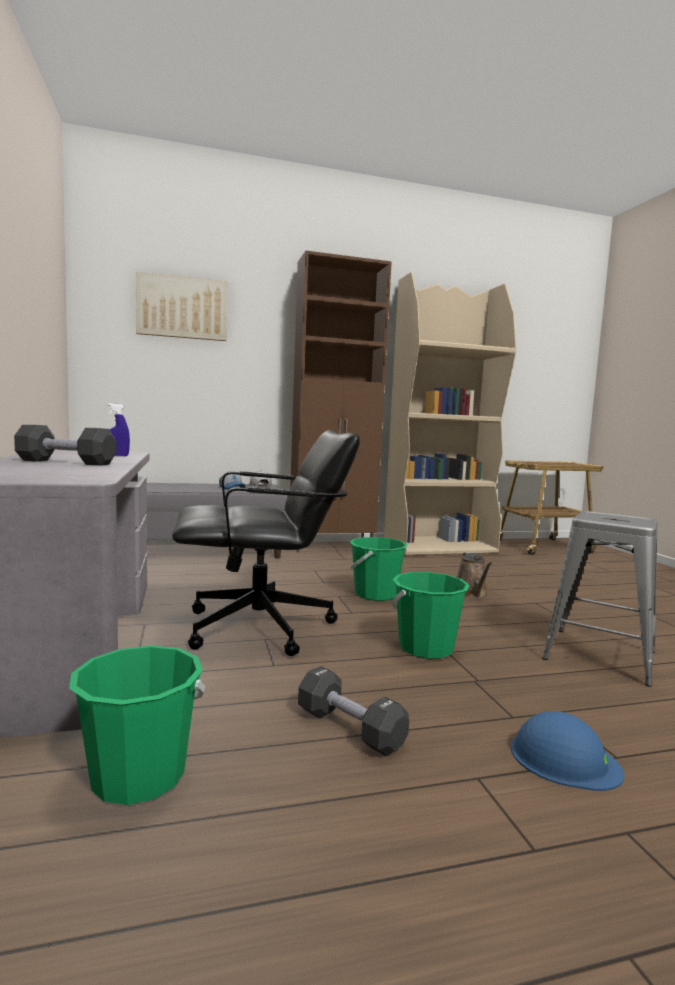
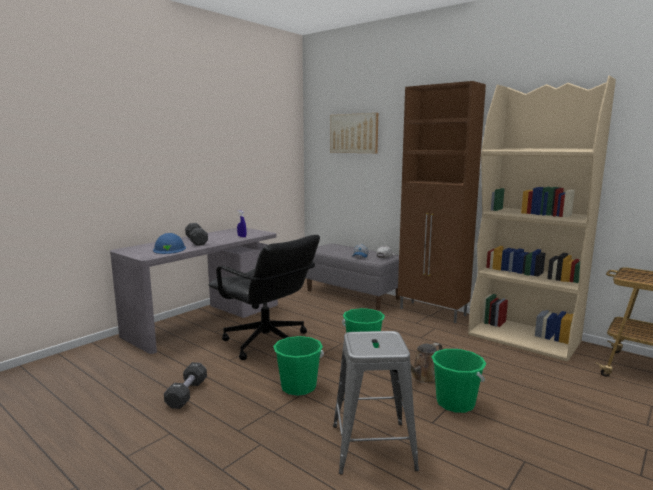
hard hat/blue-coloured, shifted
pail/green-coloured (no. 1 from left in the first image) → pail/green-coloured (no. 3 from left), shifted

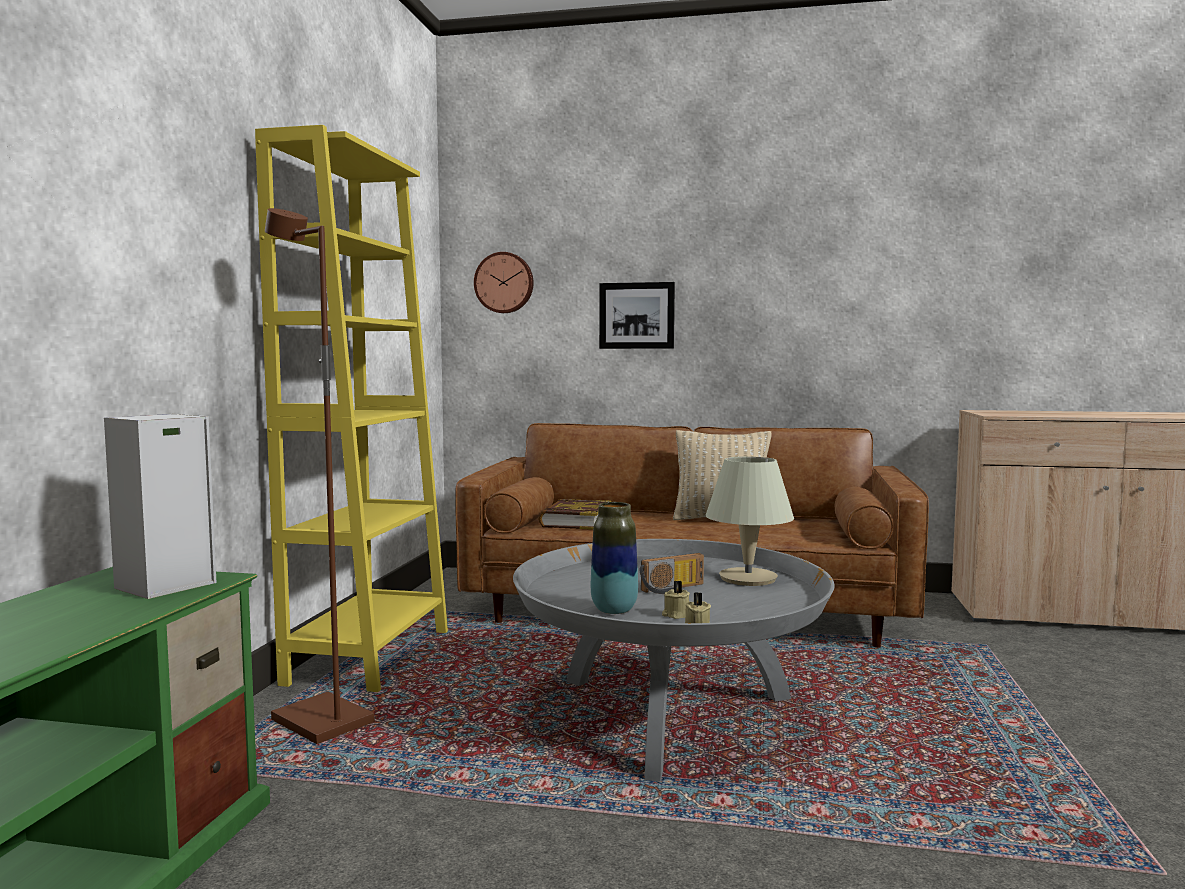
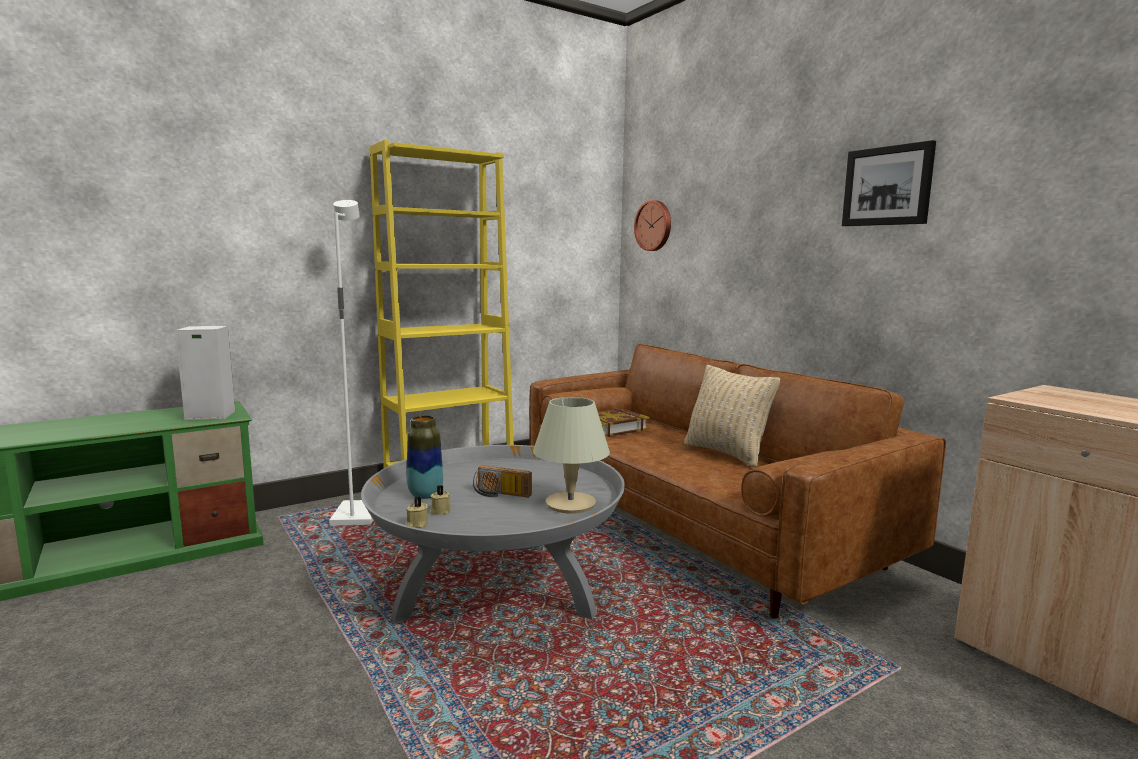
standing lamp/brown-coloured → standing lamp/white
wall art, shifted

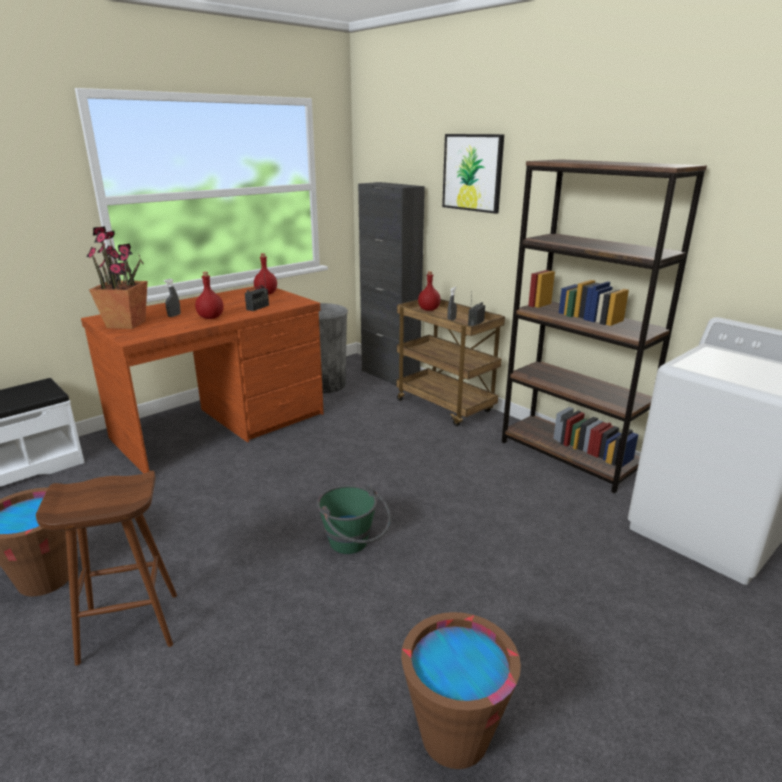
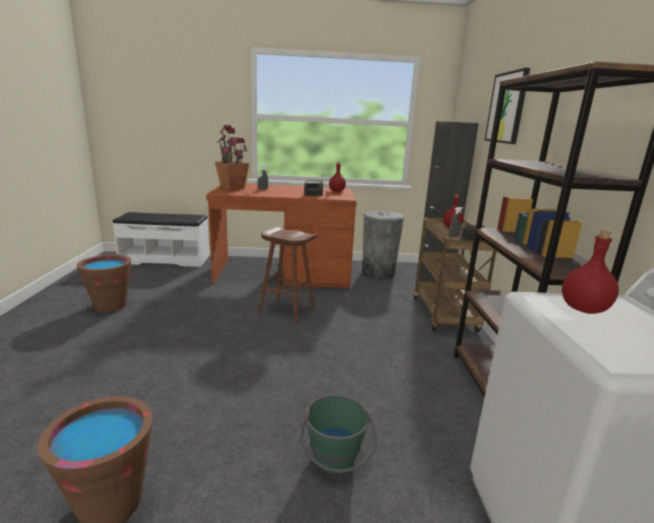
sitting stool/brown-coloured, shifted
pail/green-coloured, shifted
beverage bottle/reddish (no. 1 from left in the first image) → beverage bottle/reddish (no. 3 from left), shifted

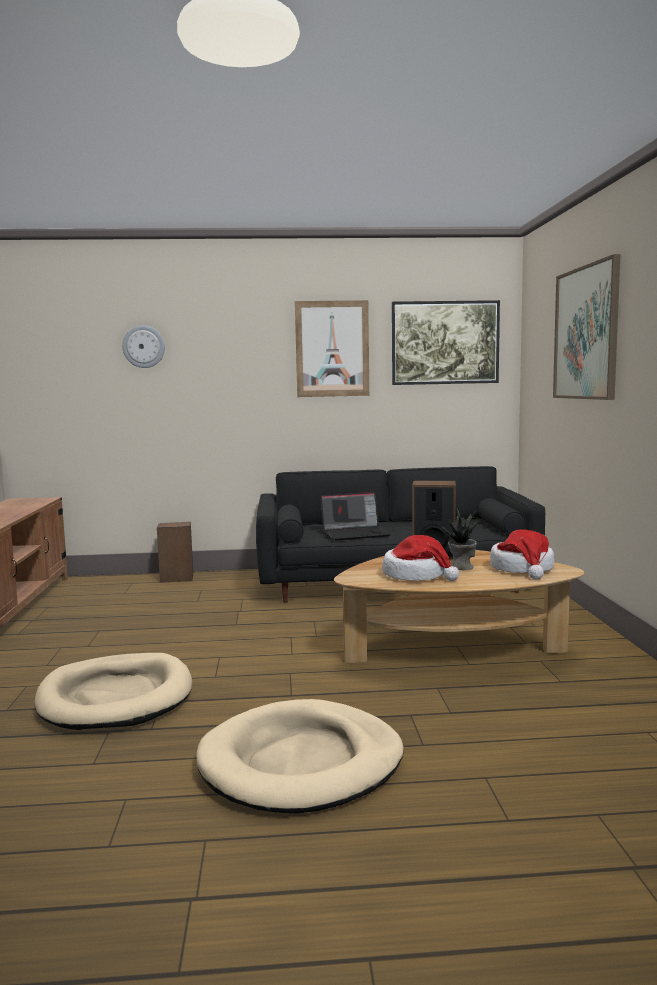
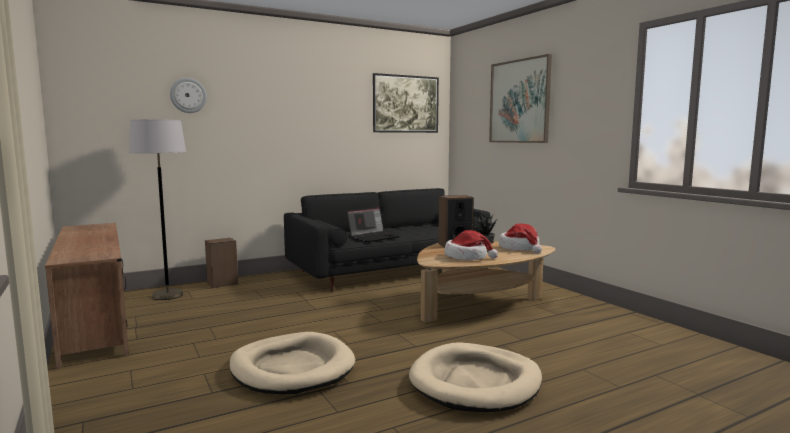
- → standing lamp/grey
wall art (no. 1 from left) → -

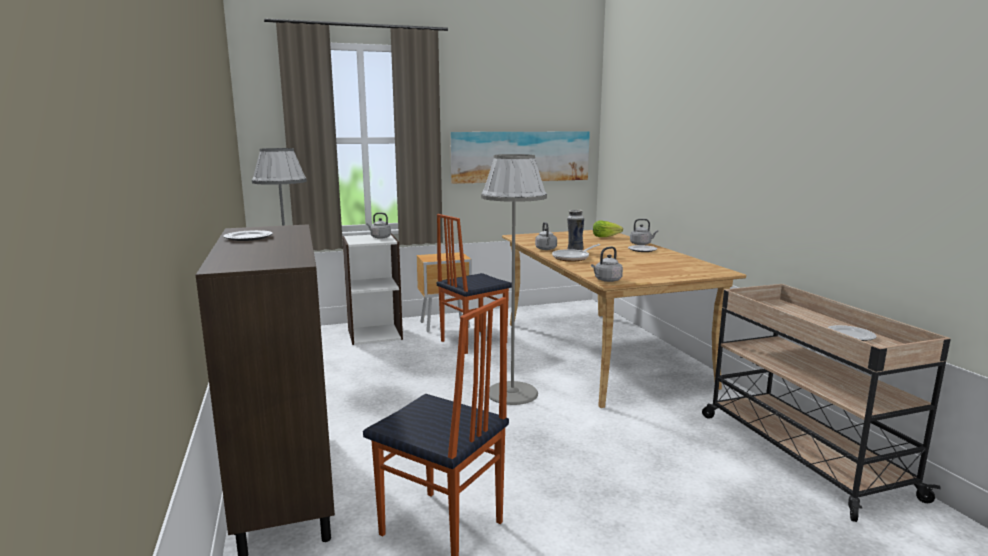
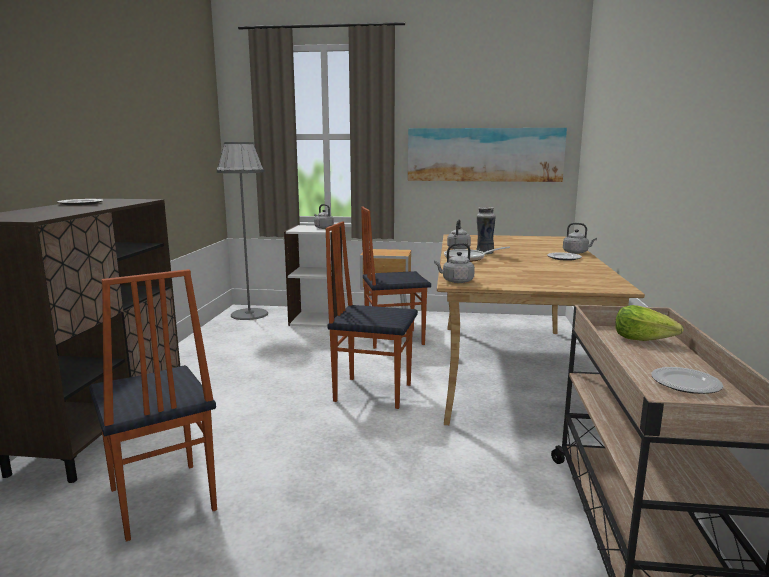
standing lamp/grey (no. 2 from left) → chair (no. 2 from left)
lettuce, shifted

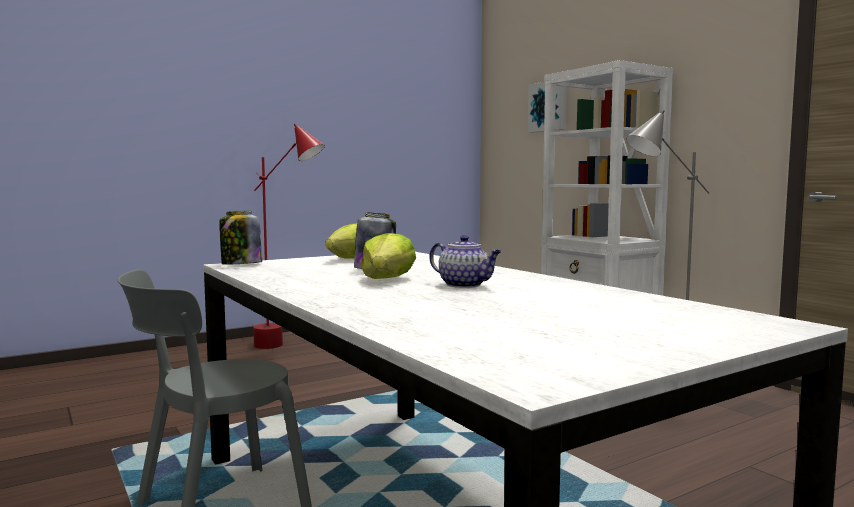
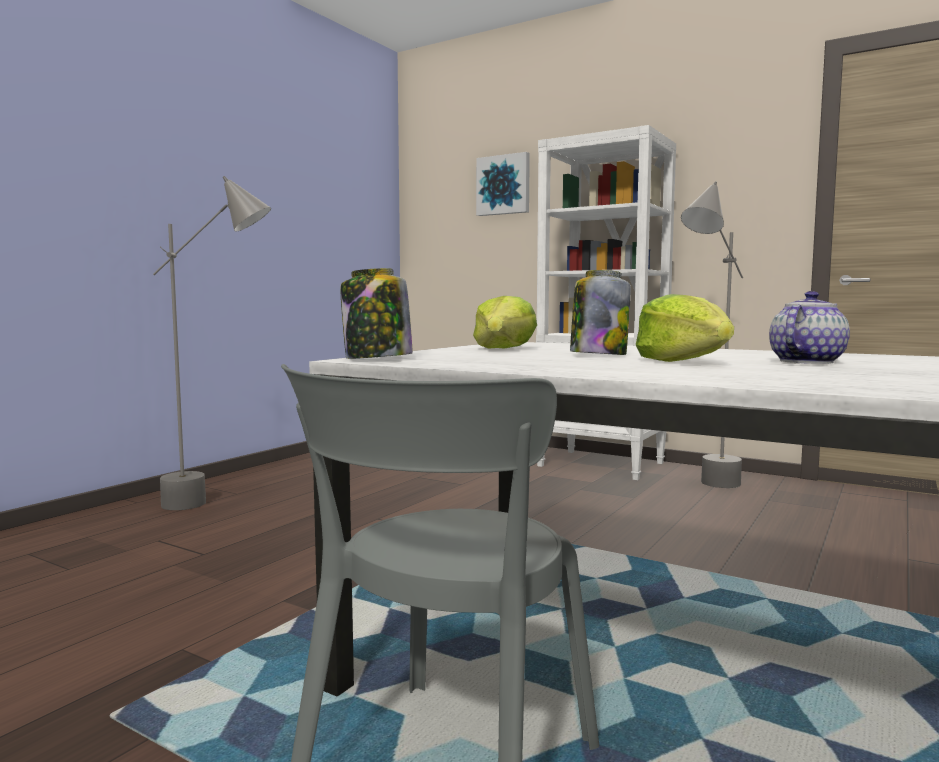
standing lamp/reddish → standing lamp/grey (no. 1 from left)
teapot, 60 degrees counterclockwise

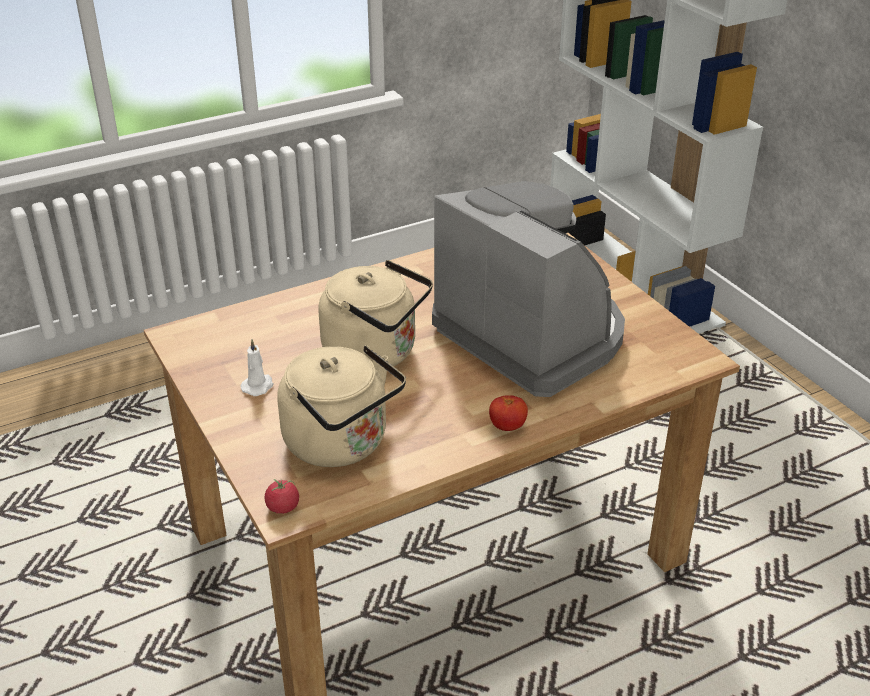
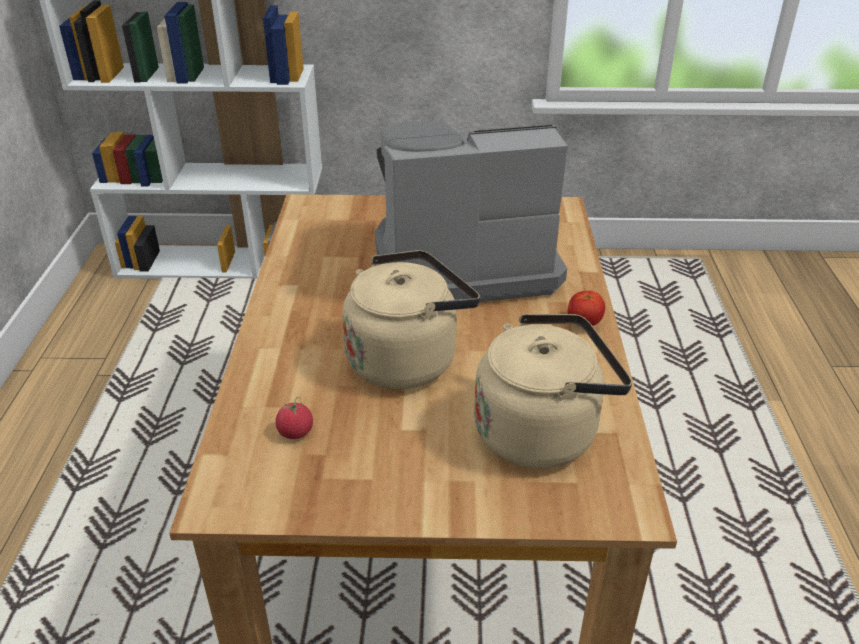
fresh tomato (no. 1 from left), shifted
wax light/white → -

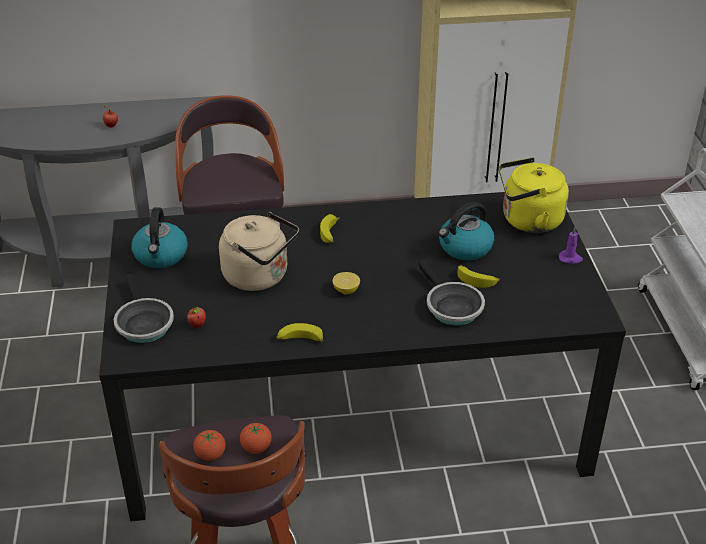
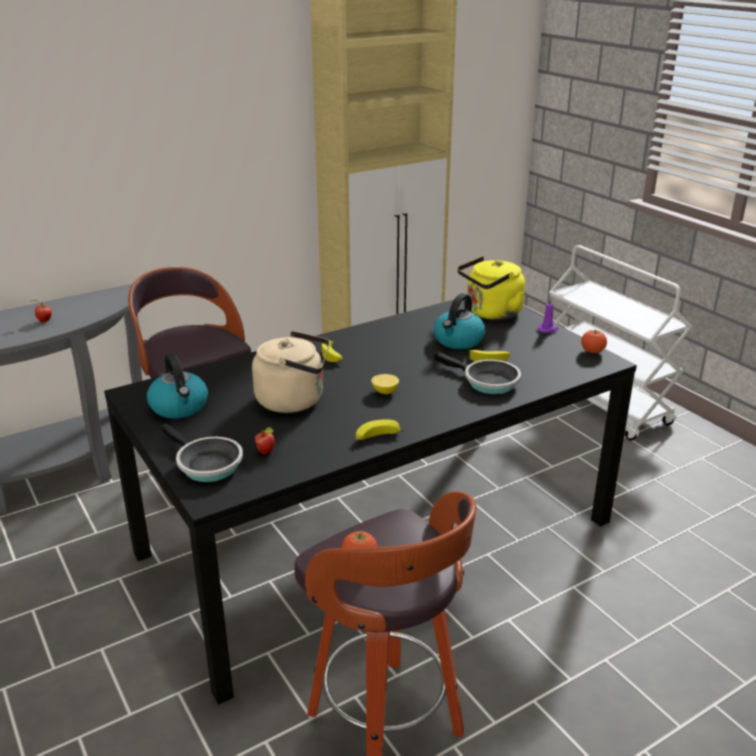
fresh tomato (no. 2 from left), shifted

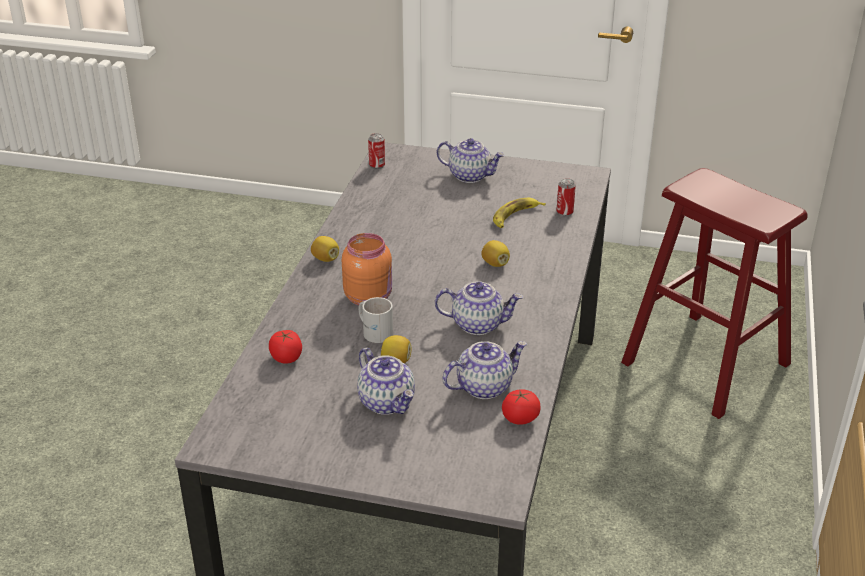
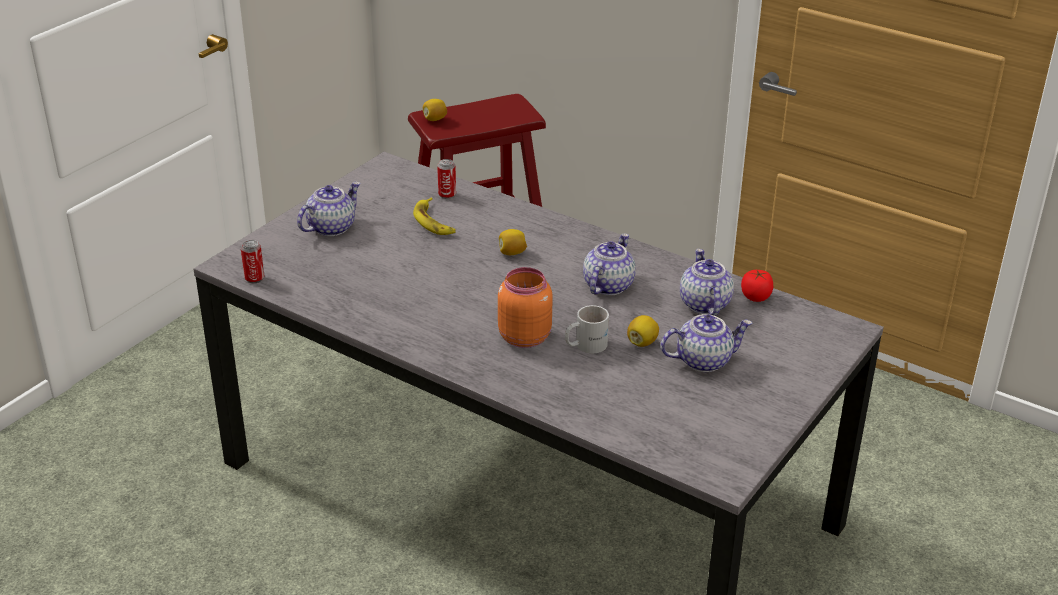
lemon (no. 1 from left), shifted
fresh tomato (no. 1 from left) → -

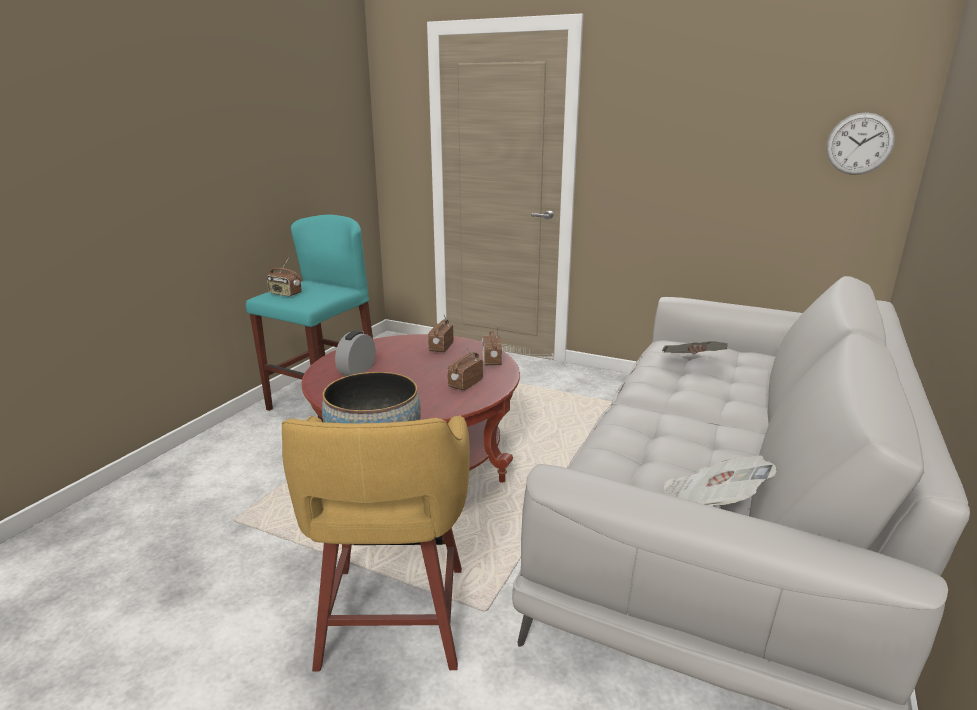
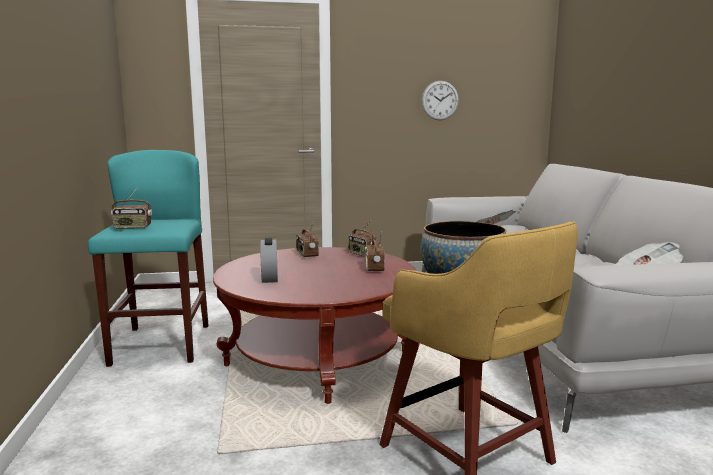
clock on the wall, shifted

